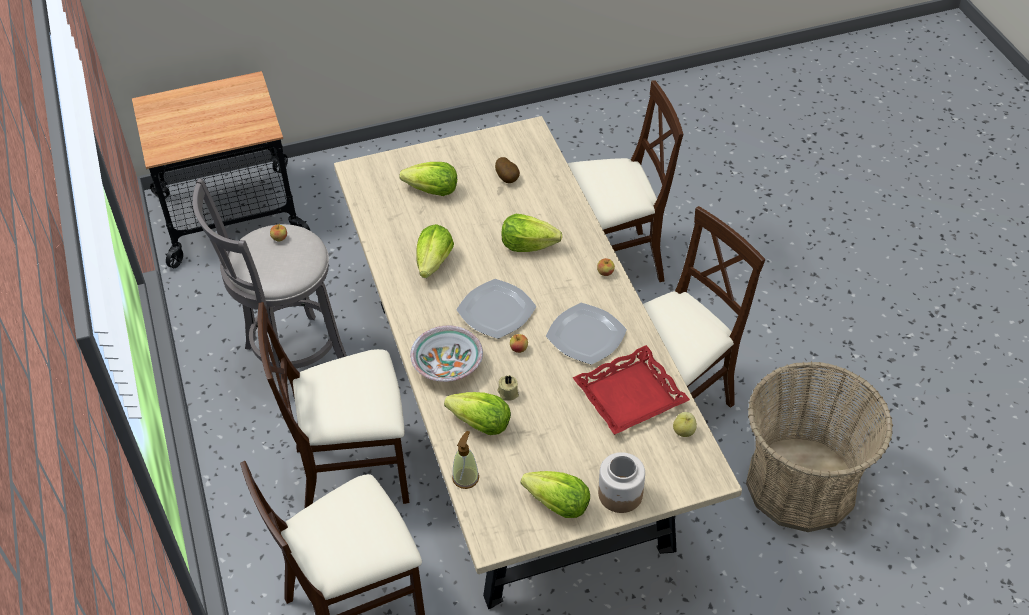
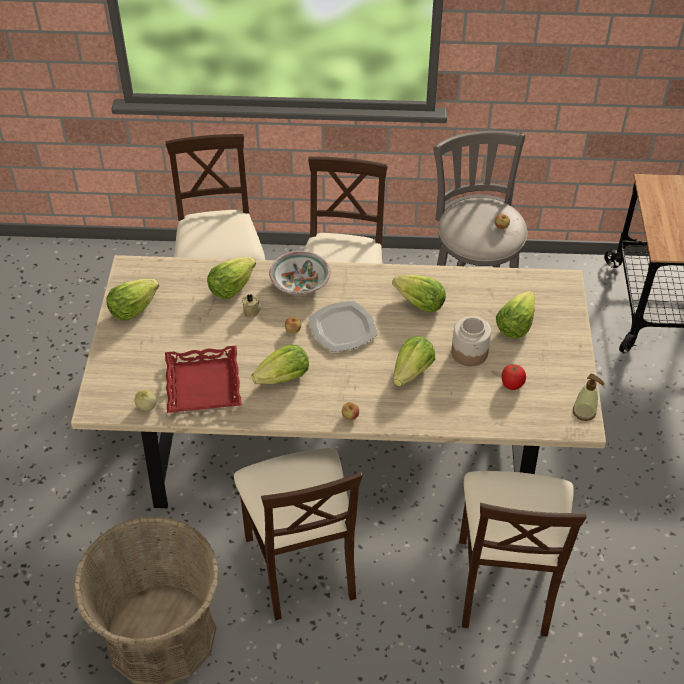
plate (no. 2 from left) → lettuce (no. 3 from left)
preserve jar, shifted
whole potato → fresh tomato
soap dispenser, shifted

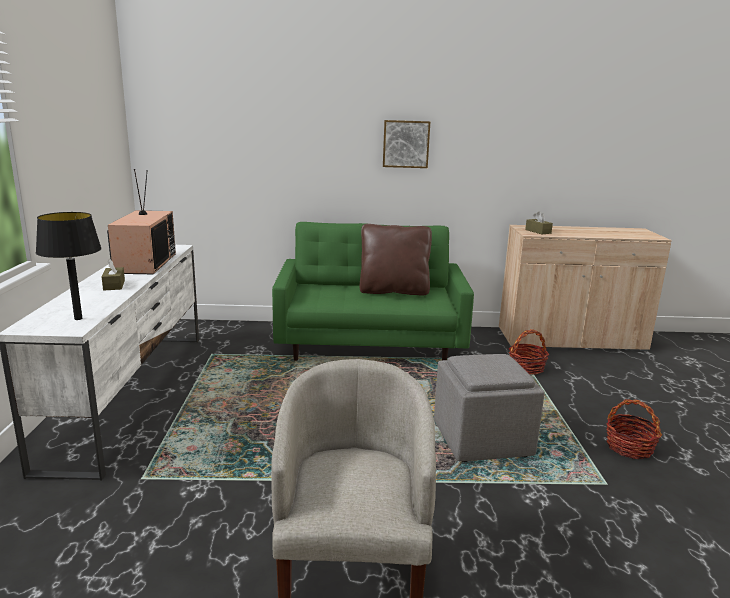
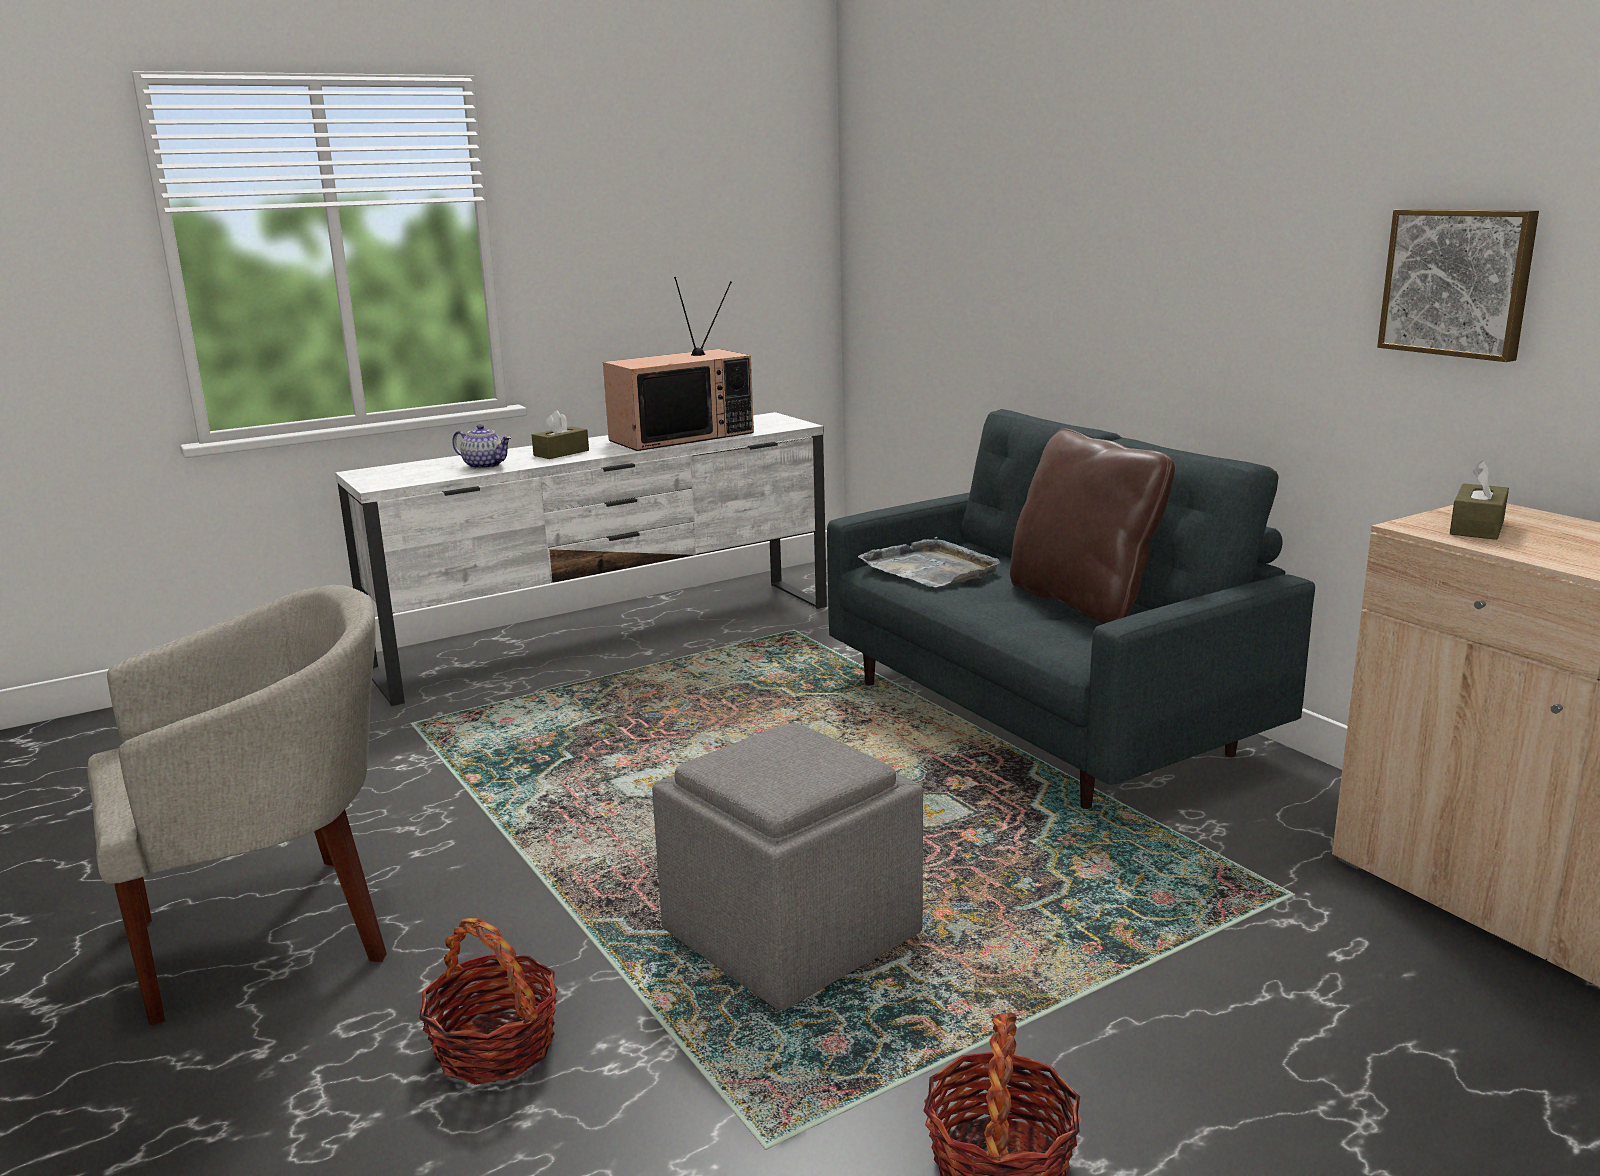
household basket (no. 1 from left), shifted
- → teapot
sofa/green-coloured → sofa/grey
- → serving tray/grey
wall art, shifted
table lamp/black → -

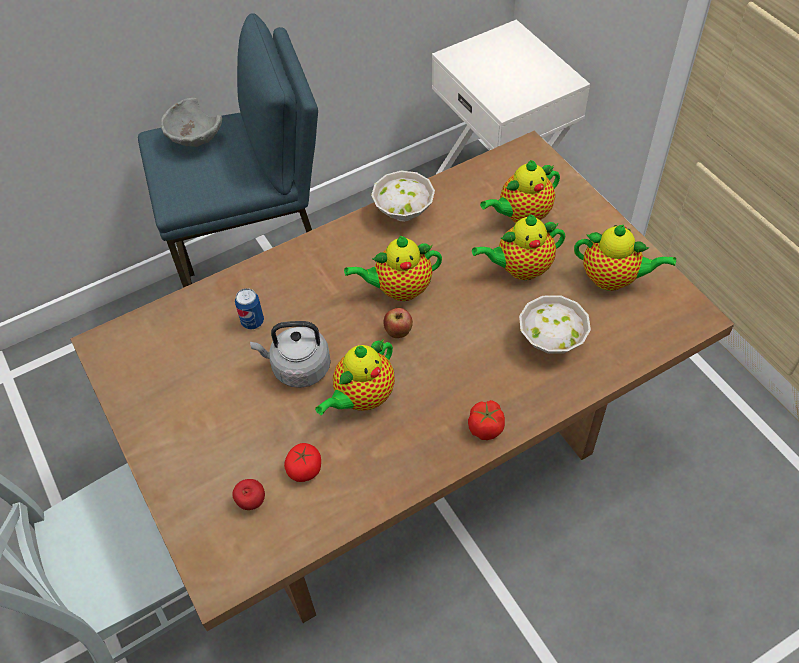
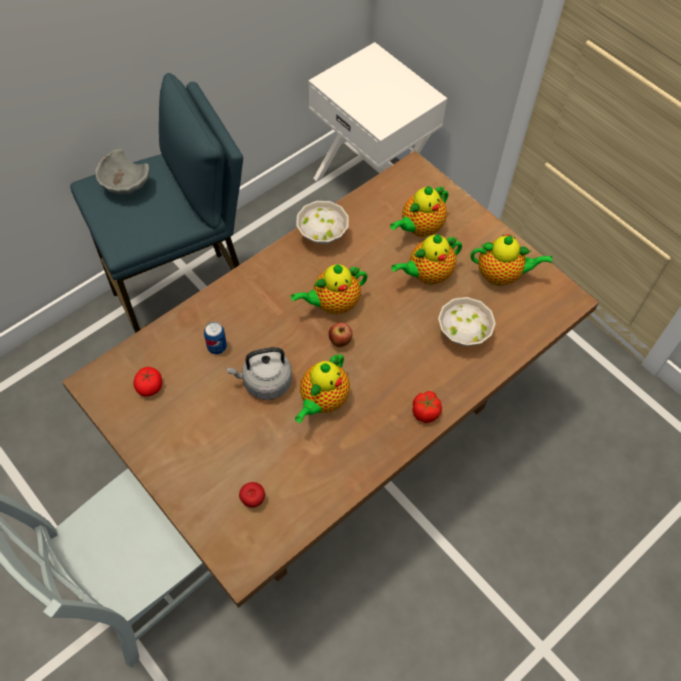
fresh tomato (no. 1 from left), shifted

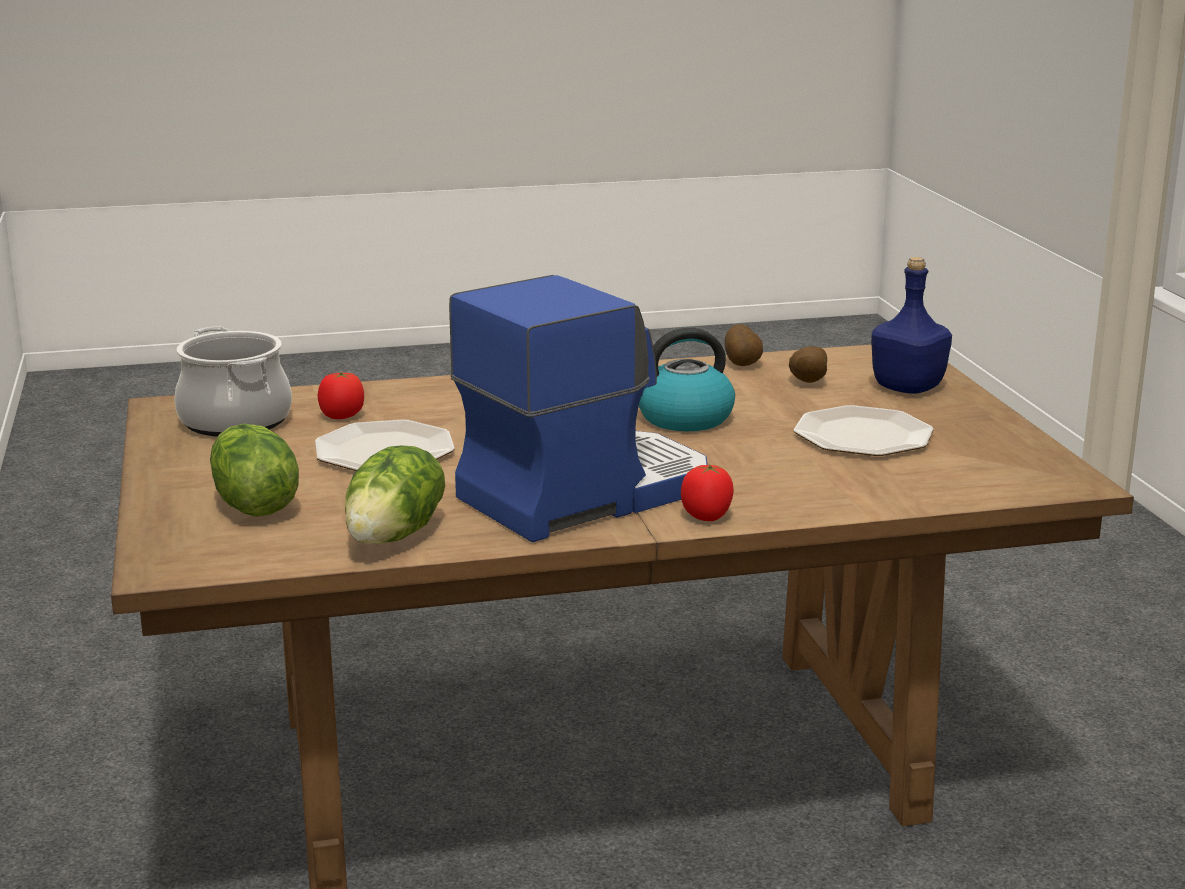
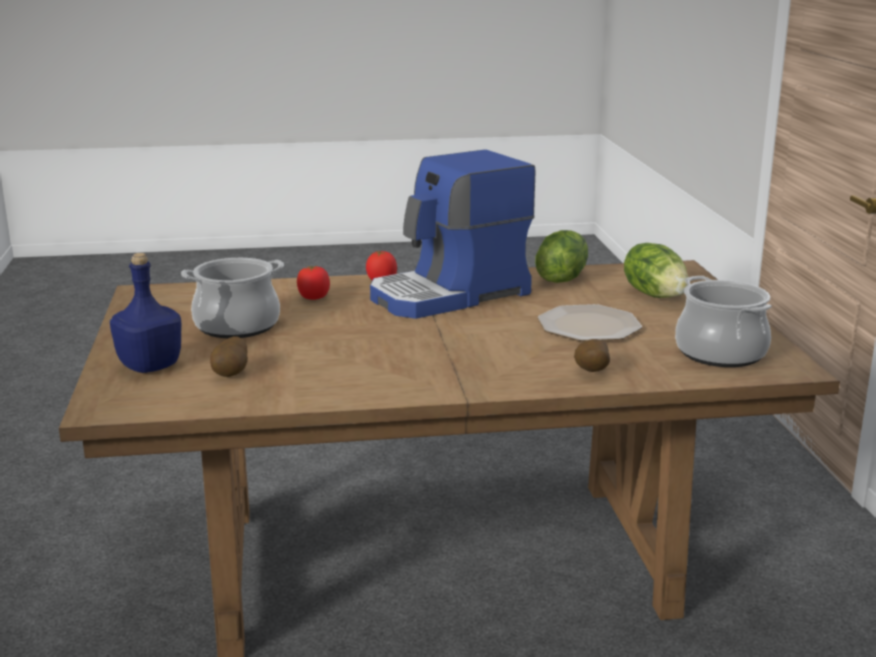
plate (no. 2 from left) → saucepot (no. 1 from left)
fresh tomato (no. 1 from left), shifted
whole potato (no. 1 from left in the first image) → whole potato (no. 2 from left), shifted
tea kettle → -

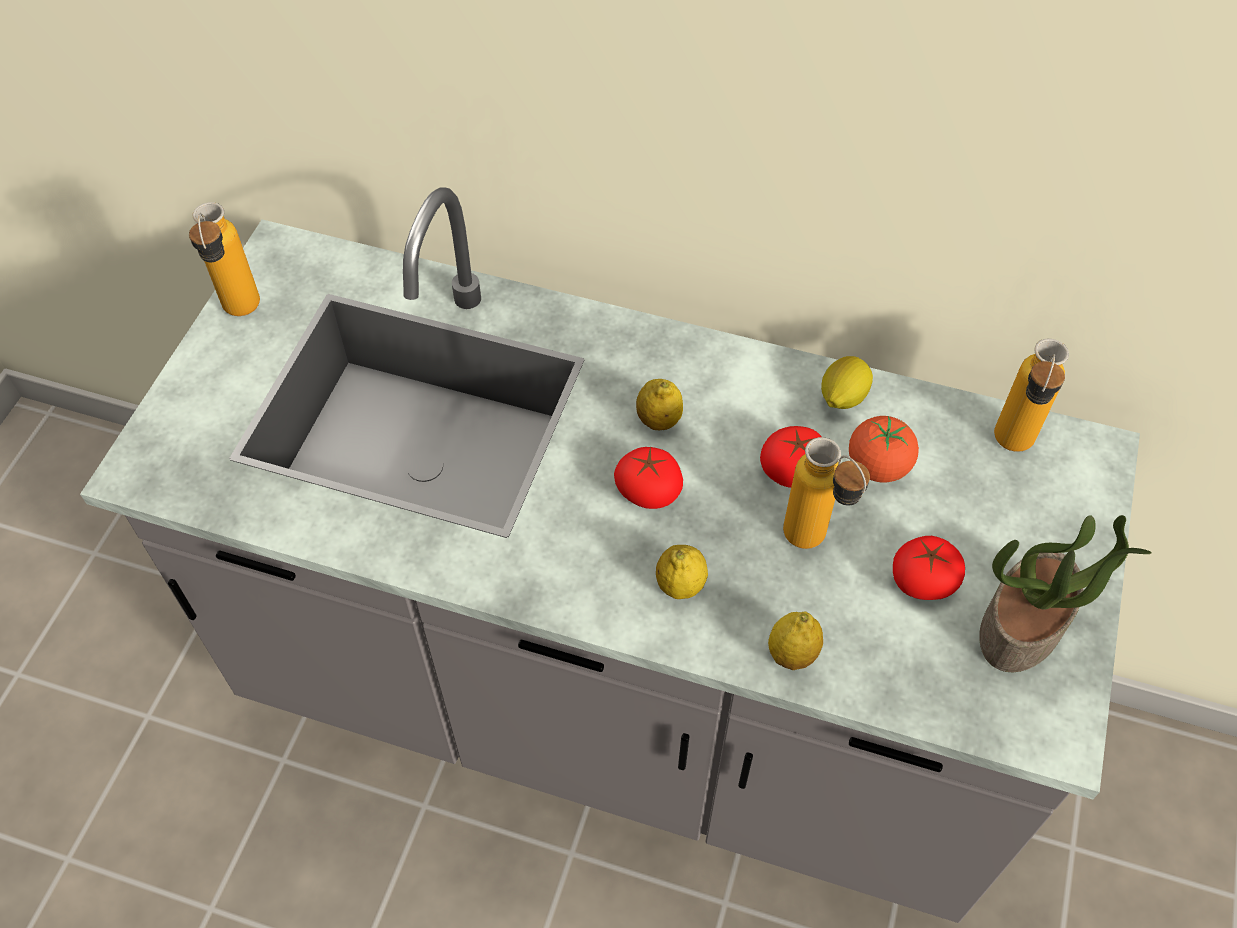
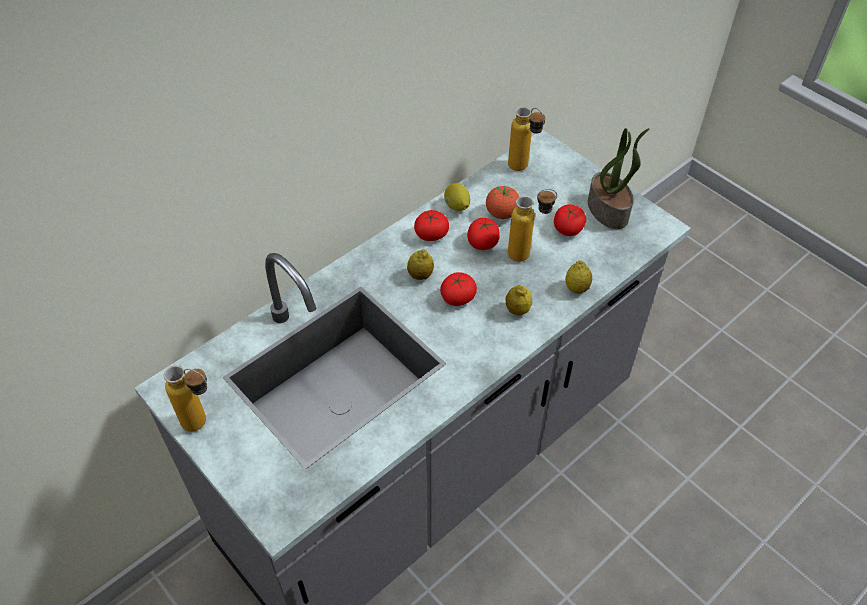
- → fresh tomato (no. 1 from left)

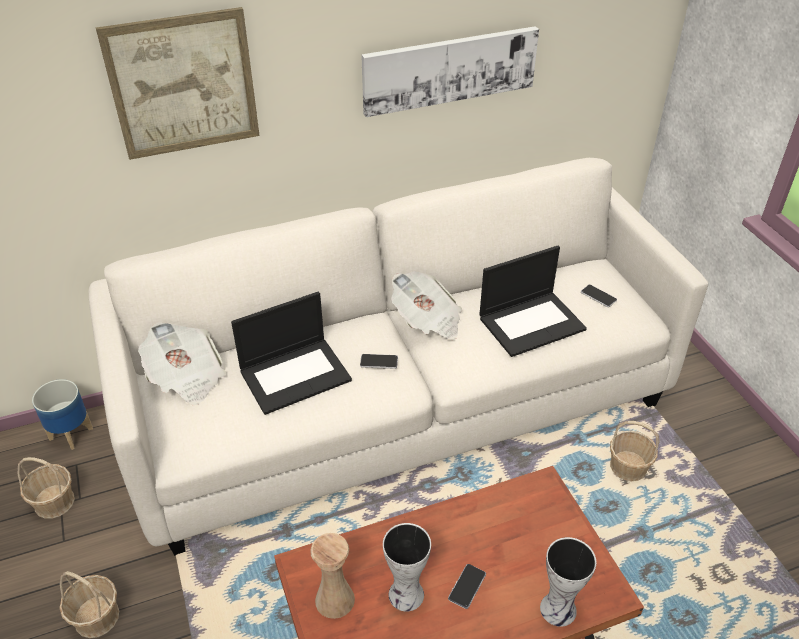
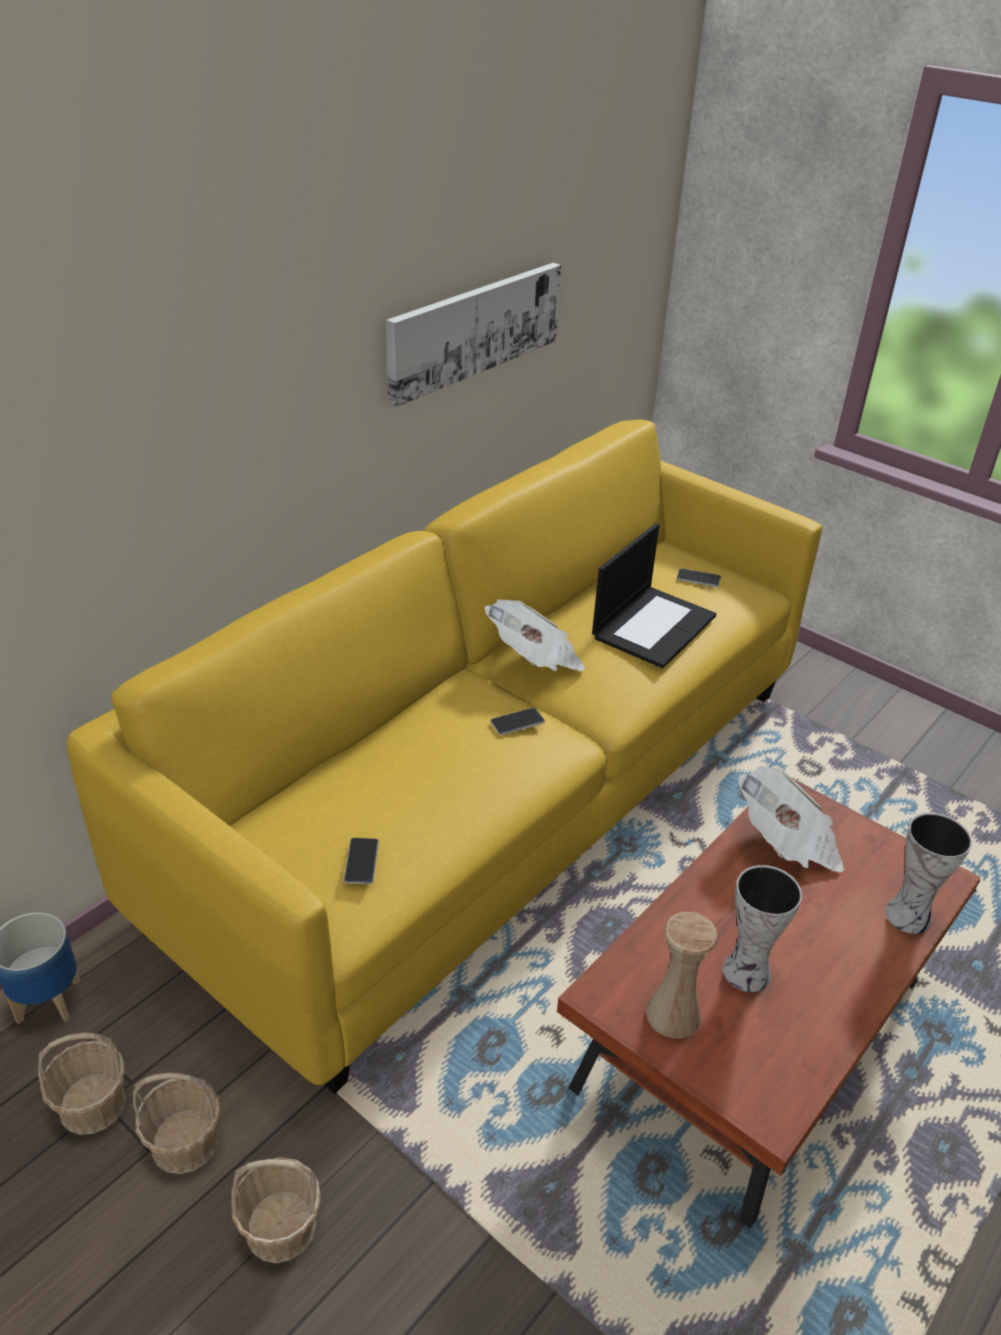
sofa/white → sofa/yellowish
household basket (no. 3 from left in the first image) → household basket (no. 2 from left), shifted
phone (no. 2 from left in the first image) → phone (no. 1 from left), shifted
printed paper (no. 1 from left in the first image) → printed paper (no. 2 from left), shifted
wall art (no. 1 from left) → -
notebook computer (no. 1 from left) → -

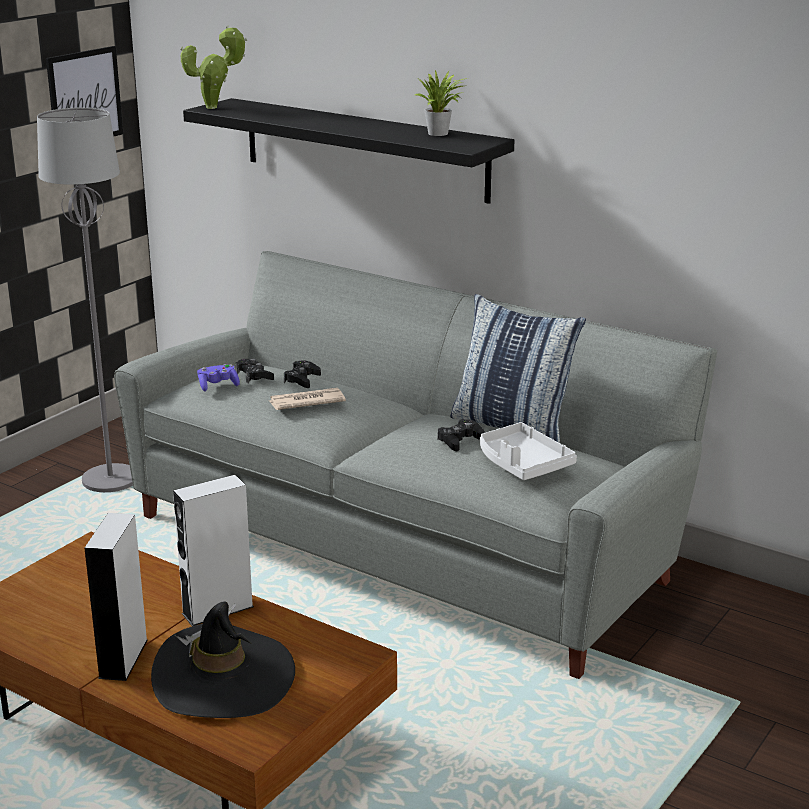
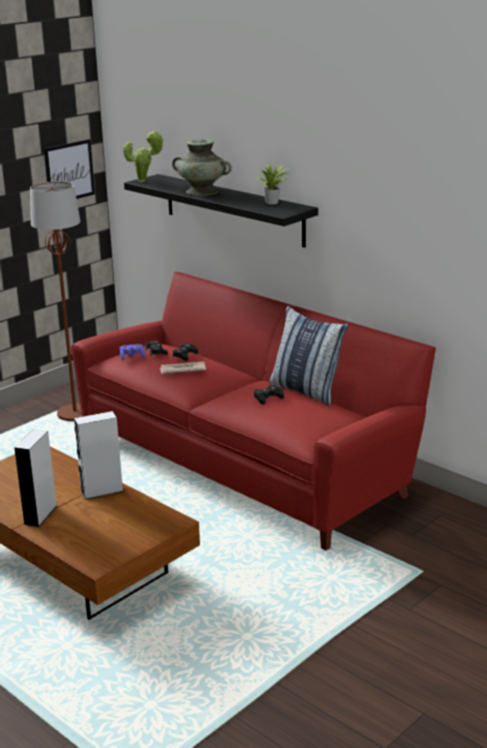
standing lamp/grey → standing lamp/brown-coloured
sofa/grey → sofa/reddish
- → decorative vase/turquoise-coloured
clothing hat/black → -
serving tray/grey → -

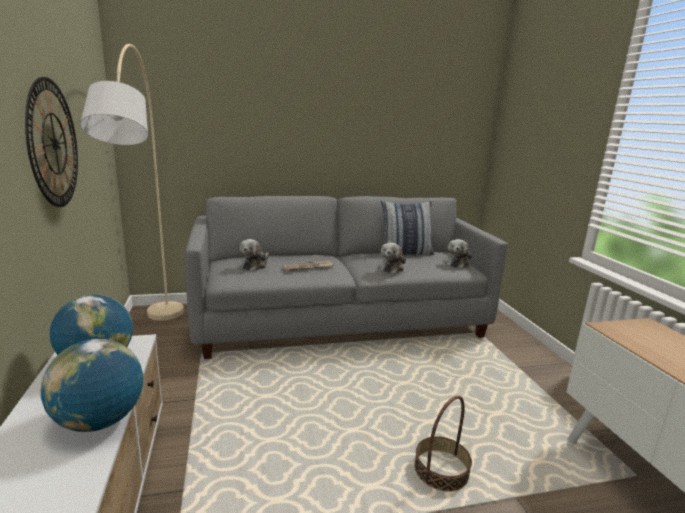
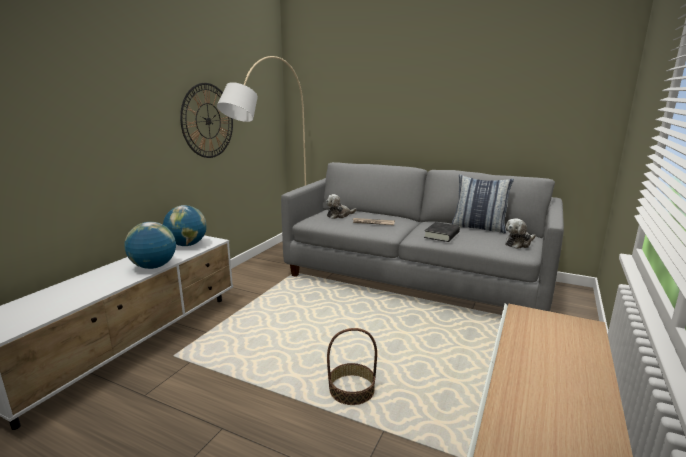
plush toy (no. 2 from left) → book/black

